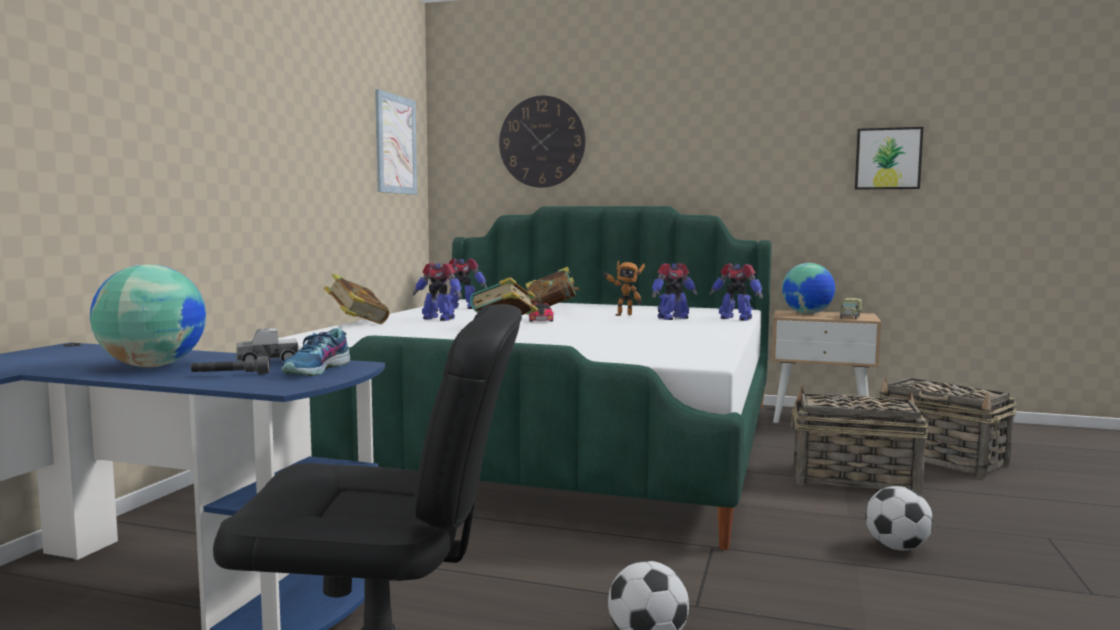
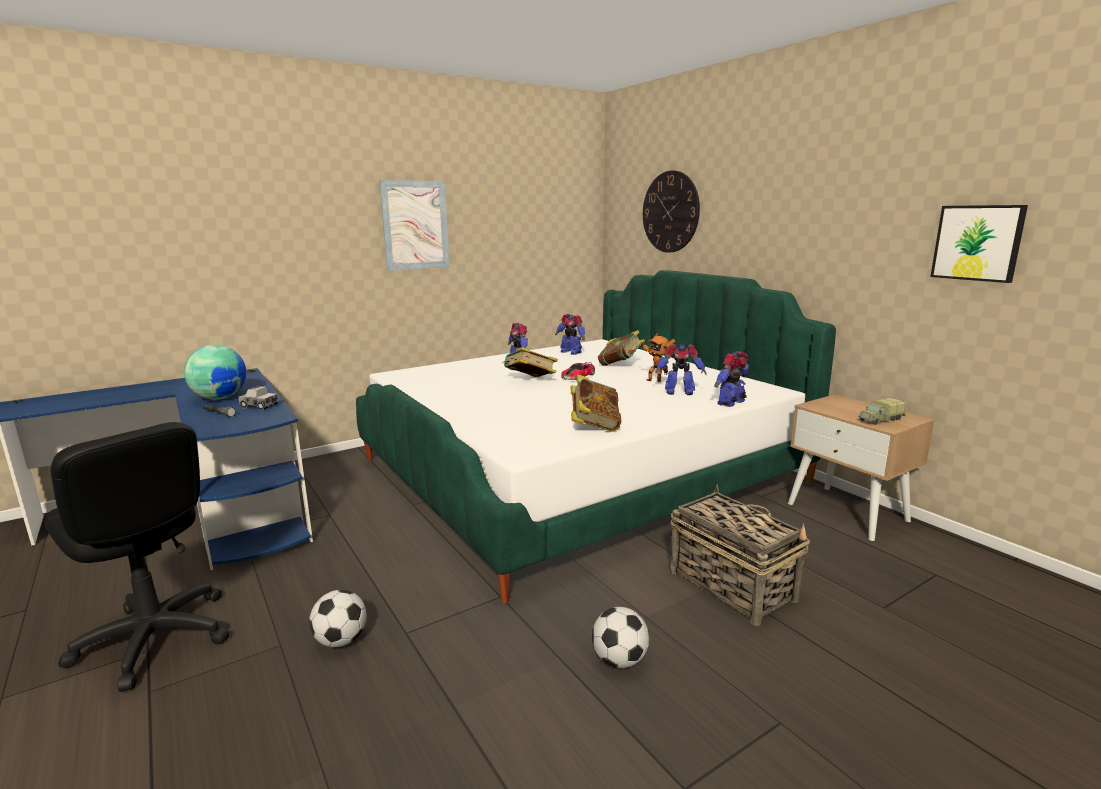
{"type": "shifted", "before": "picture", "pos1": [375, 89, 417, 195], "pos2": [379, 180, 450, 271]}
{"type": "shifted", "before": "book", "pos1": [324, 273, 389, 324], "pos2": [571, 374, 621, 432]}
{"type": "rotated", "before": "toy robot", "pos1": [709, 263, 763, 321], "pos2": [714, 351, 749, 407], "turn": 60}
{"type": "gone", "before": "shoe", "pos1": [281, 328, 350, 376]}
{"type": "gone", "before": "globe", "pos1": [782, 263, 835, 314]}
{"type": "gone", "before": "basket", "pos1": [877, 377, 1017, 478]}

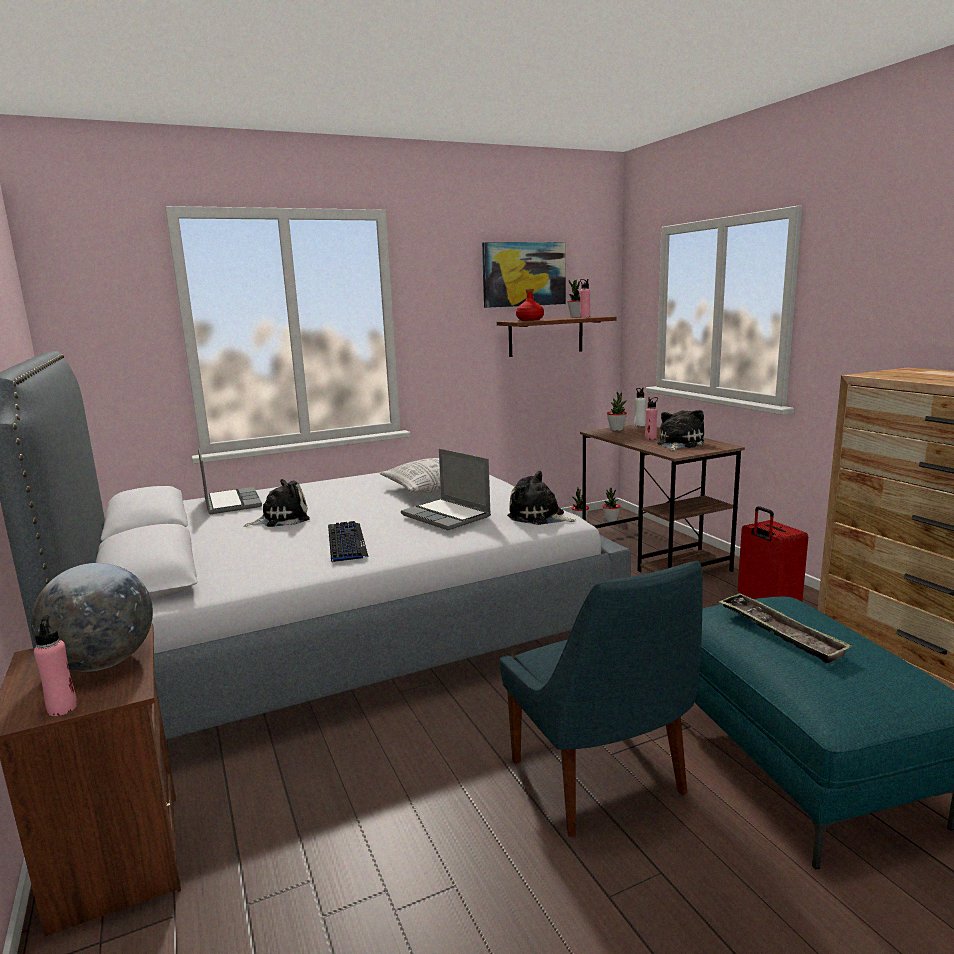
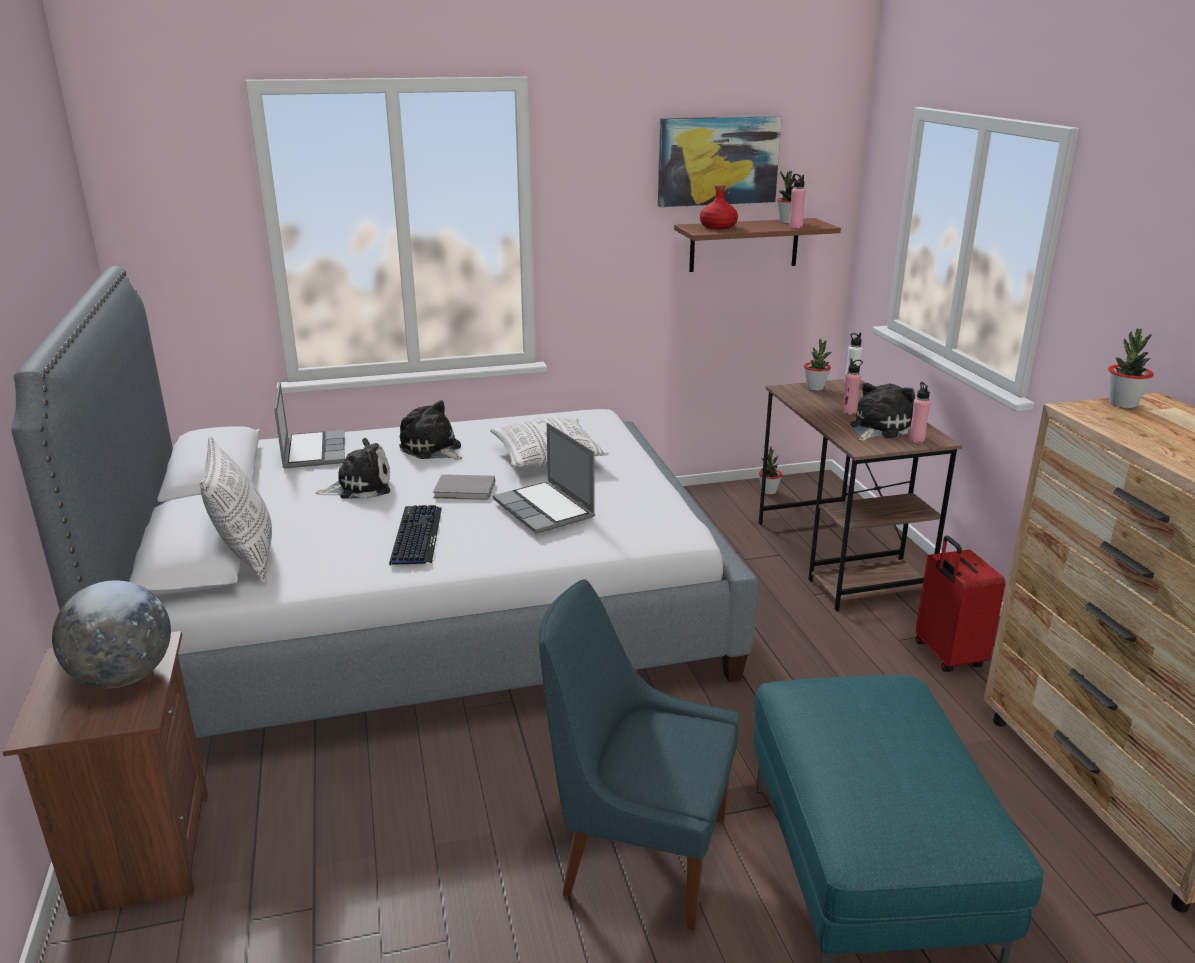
{"type": "new", "after": "pillow", "pos2": [200, 436, 272, 585]}
{"type": "shifted", "before": "plush toy", "pos1": [507, 470, 576, 525], "pos2": [399, 400, 462, 459]}
{"type": "new", "after": "book in grey", "pos2": [433, 474, 495, 500]}
{"type": "rotated", "before": "chair in blue", "pos1": [500, 561, 703, 837], "pos2": [539, 579, 739, 931], "turn": 120}
{"type": "shifted", "before": "bottle in pink", "pos1": [34, 615, 77, 716], "pos2": [909, 382, 931, 443]}
{"type": "shifted", "before": "potted plant", "pos1": [602, 488, 620, 522], "pos2": [1108, 329, 1154, 408]}
{"type": "gone", "before": "tray", "pos1": [718, 593, 852, 664]}

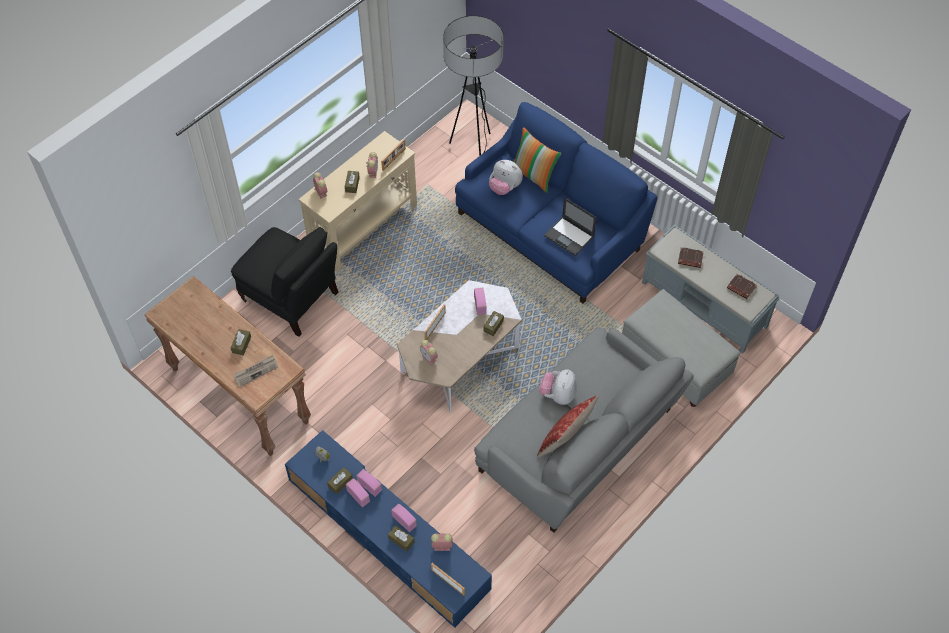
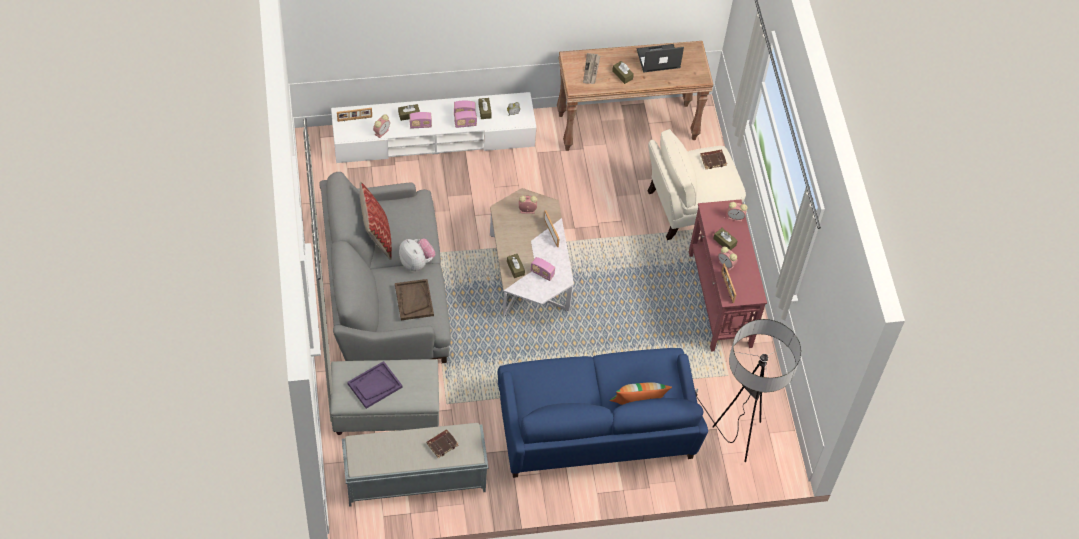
{"type": "repainted", "before": "tv stand in blue", "after": "tv stand in white", "pos1": [285, 430, 492, 628], "pos2": [331, 92, 536, 163]}
{"type": "new", "after": "tray in purple", "pos2": [347, 361, 402, 409]}
{"type": "new", "after": "tray in brown", "pos2": [395, 279, 434, 320]}
{"type": "shifted", "before": "laptop", "pos1": [544, 197, 597, 256], "pos2": [636, 44, 684, 73]}
{"type": "repainted", "before": "armchair in black", "after": "armchair in beige", "pos1": [231, 227, 338, 337], "pos2": [648, 129, 746, 240]}
{"type": "repainted", "before": "console table in beige", "after": "console table in red", "pos1": [299, 131, 417, 272], "pos2": [689, 200, 767, 352]}
{"type": "shifted", "before": "book in brown", "pos1": [727, 274, 757, 299], "pos2": [700, 150, 727, 169]}
{"type": "gone", "before": "plush toy", "pos1": [489, 160, 523, 195]}

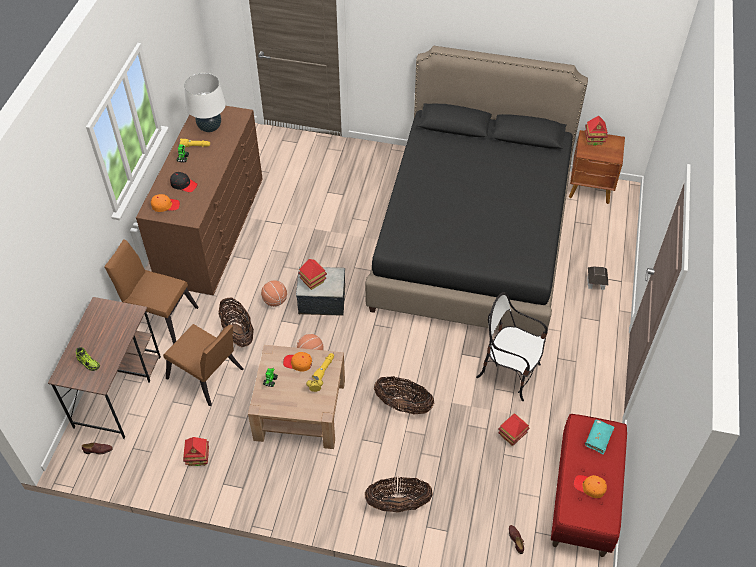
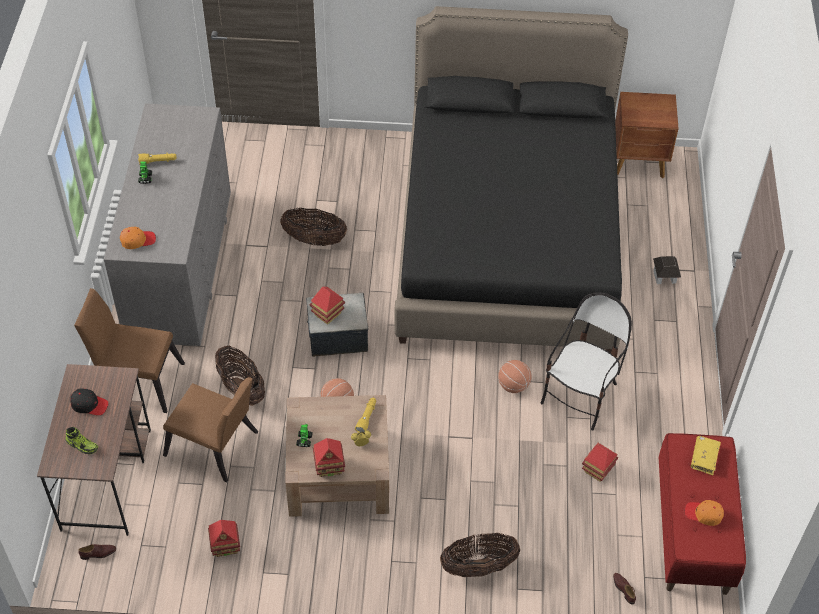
{"type": "shifted", "before": "cap in black", "pos1": [170, 172, 198, 192], "pos2": [70, 388, 108, 415]}
{"type": "repainted", "before": "dresser in brown", "after": "dresser in grey", "pos1": [136, 106, 263, 295], "pos2": [104, 103, 231, 346]}
{"type": "shifted", "before": "basket", "pos1": [374, 376, 434, 415], "pos2": [280, 208, 347, 246]}
{"type": "shifted", "before": "toy house", "pos1": [585, 116, 608, 145], "pos2": [313, 438, 345, 477]}
{"type": "shifted", "before": "basketball", "pos1": [261, 280, 287, 307], "pos2": [498, 360, 532, 393]}
{"type": "rotated", "before": "chair", "pos1": [476, 292, 548, 401], "pos2": [541, 292, 632, 431], "turn": 105}
{"type": "repainted", "before": "book in turquoise", "after": "book in yellow", "pos1": [585, 419, 614, 455], "pos2": [691, 436, 721, 475]}
{"type": "gone", "before": "table lamp in white", "pos1": [184, 73, 226, 132]}
{"type": "gone", "before": "cap in orange", "pos1": [283, 352, 312, 372]}

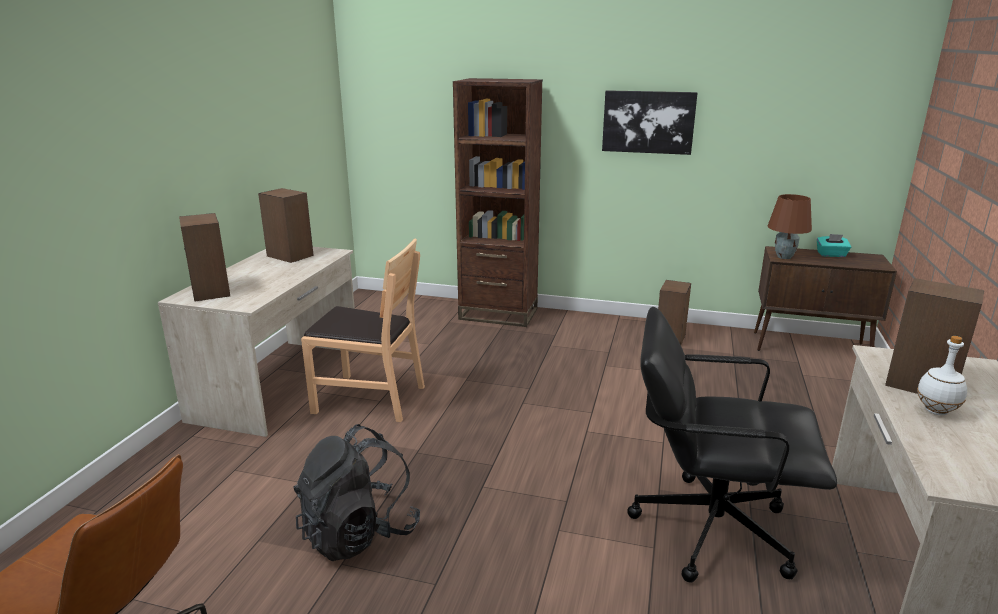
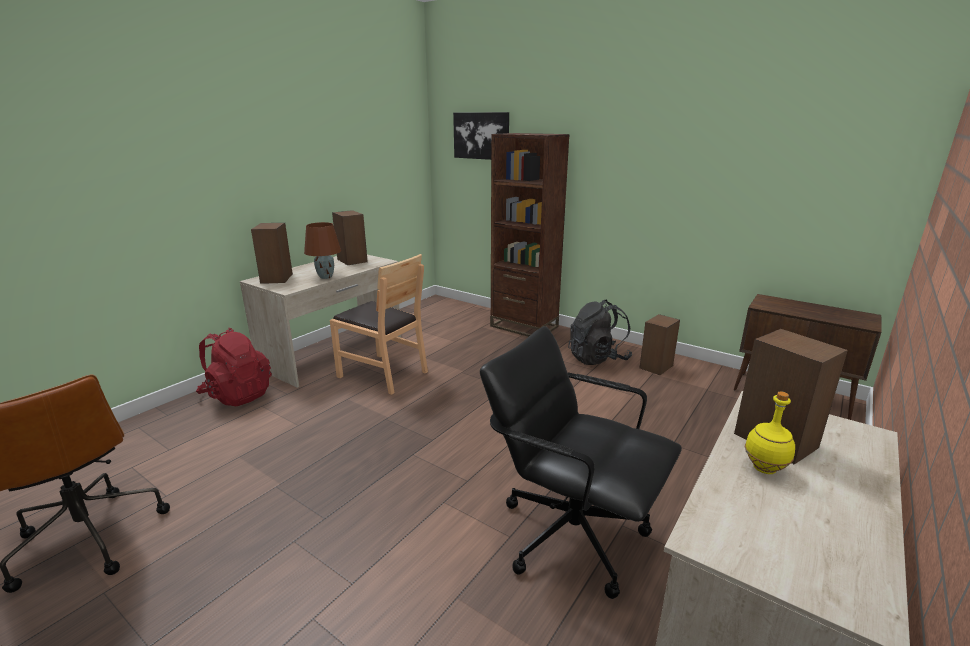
{"type": "new", "after": "backpack in red", "pos2": [196, 328, 272, 406]}
{"type": "shifted", "before": "table lamp in brown", "pos1": [768, 194, 812, 259], "pos2": [304, 222, 341, 279]}
{"type": "shifted", "before": "picture", "pos1": [602, 90, 698, 155], "pos2": [453, 112, 509, 160]}
{"type": "shifted", "before": "backpack in black", "pos1": [293, 424, 420, 561], "pos2": [568, 300, 632, 365]}
{"type": "repainted", "before": "bottle in white", "after": "bottle in yellow", "pos1": [917, 336, 967, 415], "pos2": [745, 392, 795, 474]}
{"type": "gone", "before": "tissue box in turquoise", "pos1": [817, 234, 851, 257]}

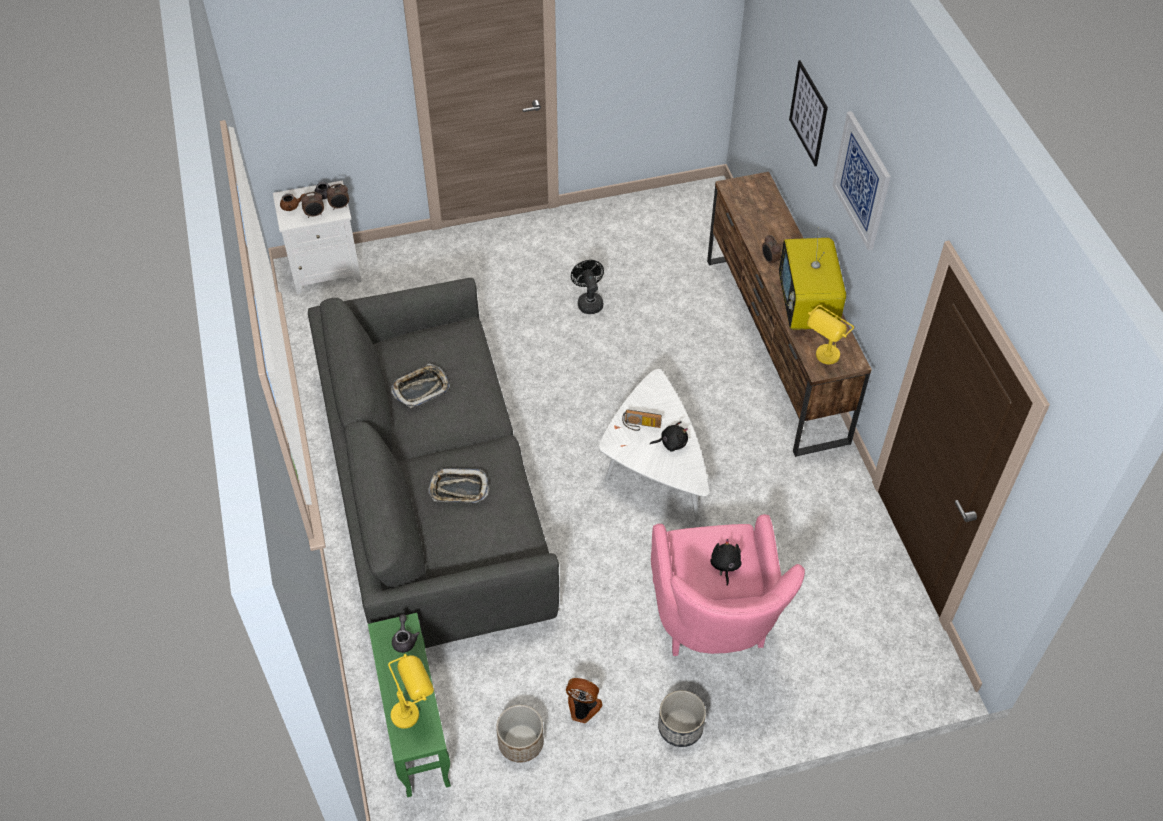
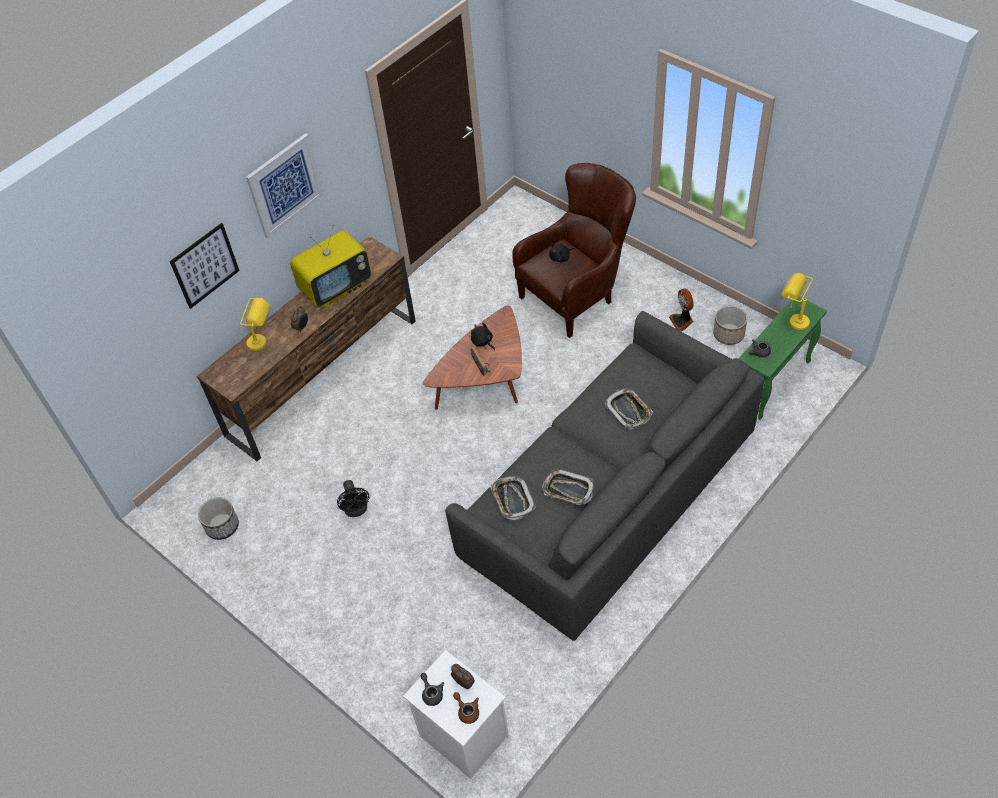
{"type": "shifted", "before": "planter", "pos1": [658, 690, 706, 747], "pos2": [198, 497, 239, 540]}
{"type": "shifted", "before": "table lamp in yellow", "pos1": [807, 305, 854, 364], "pos2": [240, 298, 270, 351]}
{"type": "rotated", "before": "fan in black", "pos1": [571, 260, 604, 314], "pos2": [337, 480, 369, 517], "turn": -60}
{"type": "repainted", "before": "coffee table in white", "after": "coffee table in brown", "pos1": [599, 369, 710, 521], "pos2": [423, 305, 522, 410]}
{"type": "new", "after": "tray", "pos2": [490, 476, 536, 520]}
{"type": "repainted", "before": "armchair in pink", "after": "armchair in brown", "pos1": [651, 514, 805, 656], "pos2": [512, 163, 636, 338]}
{"type": "gone", "before": "alarm clock", "pos1": [327, 184, 349, 210]}

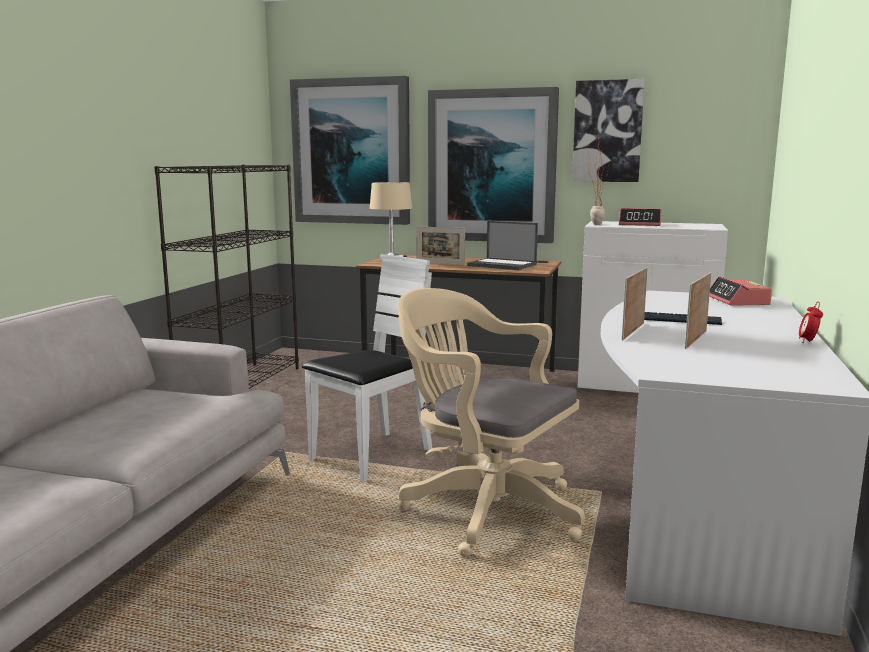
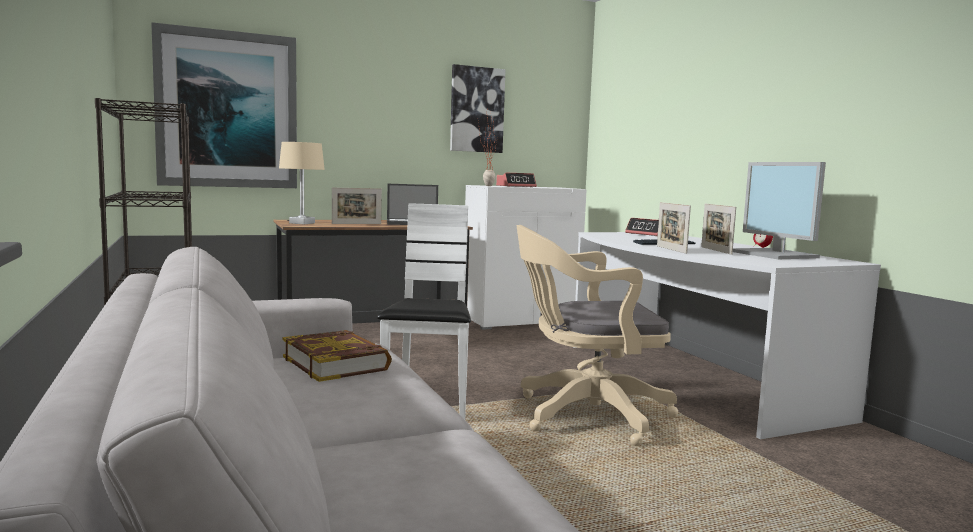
{"type": "new", "after": "book", "pos2": [283, 330, 392, 382]}
{"type": "new", "after": "monitor", "pos2": [733, 162, 826, 259]}
{"type": "gone", "before": "picture", "pos1": [428, 87, 559, 243]}

